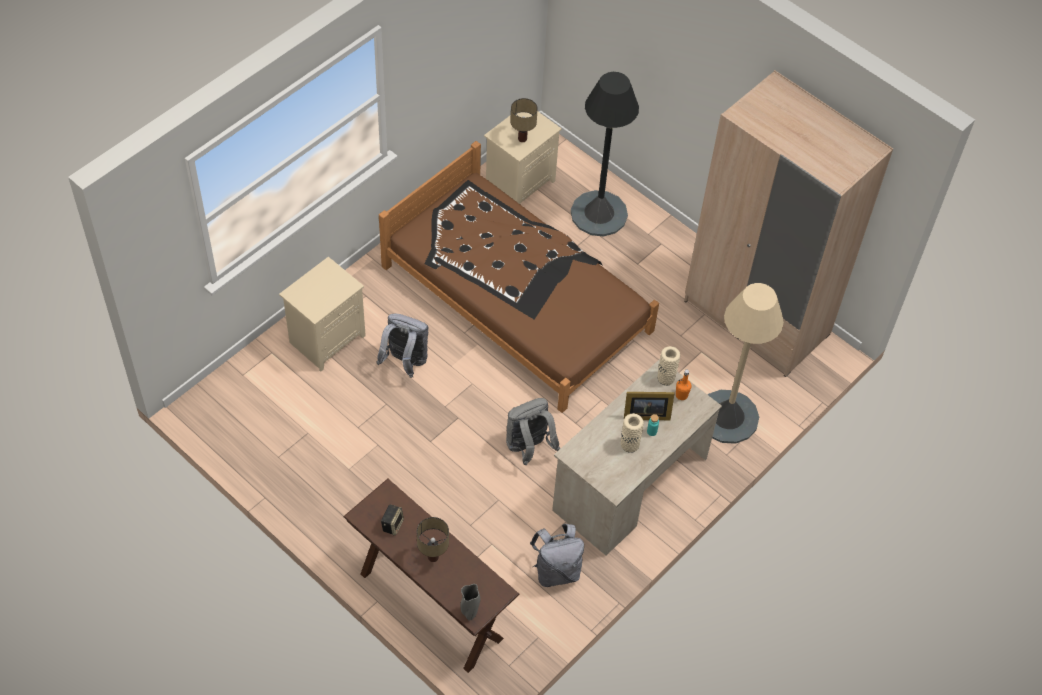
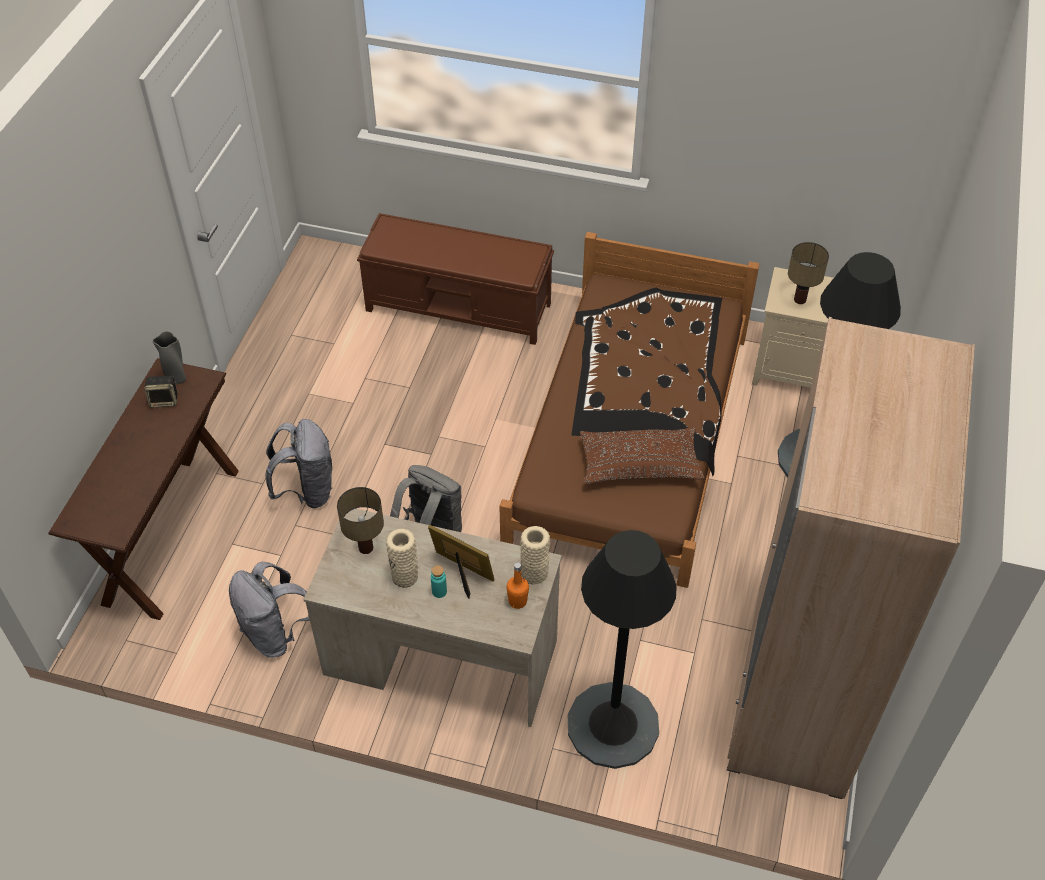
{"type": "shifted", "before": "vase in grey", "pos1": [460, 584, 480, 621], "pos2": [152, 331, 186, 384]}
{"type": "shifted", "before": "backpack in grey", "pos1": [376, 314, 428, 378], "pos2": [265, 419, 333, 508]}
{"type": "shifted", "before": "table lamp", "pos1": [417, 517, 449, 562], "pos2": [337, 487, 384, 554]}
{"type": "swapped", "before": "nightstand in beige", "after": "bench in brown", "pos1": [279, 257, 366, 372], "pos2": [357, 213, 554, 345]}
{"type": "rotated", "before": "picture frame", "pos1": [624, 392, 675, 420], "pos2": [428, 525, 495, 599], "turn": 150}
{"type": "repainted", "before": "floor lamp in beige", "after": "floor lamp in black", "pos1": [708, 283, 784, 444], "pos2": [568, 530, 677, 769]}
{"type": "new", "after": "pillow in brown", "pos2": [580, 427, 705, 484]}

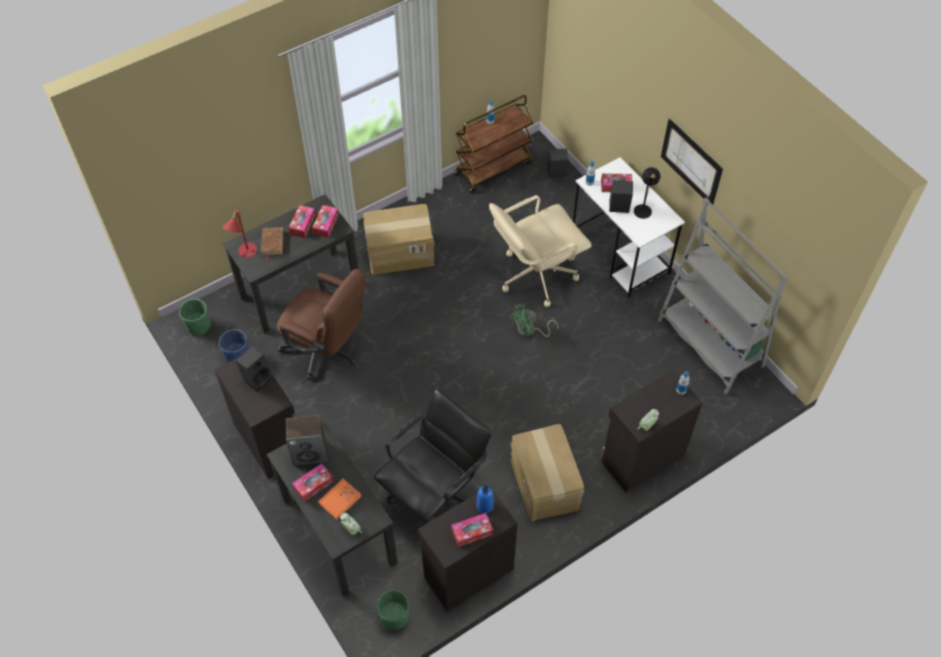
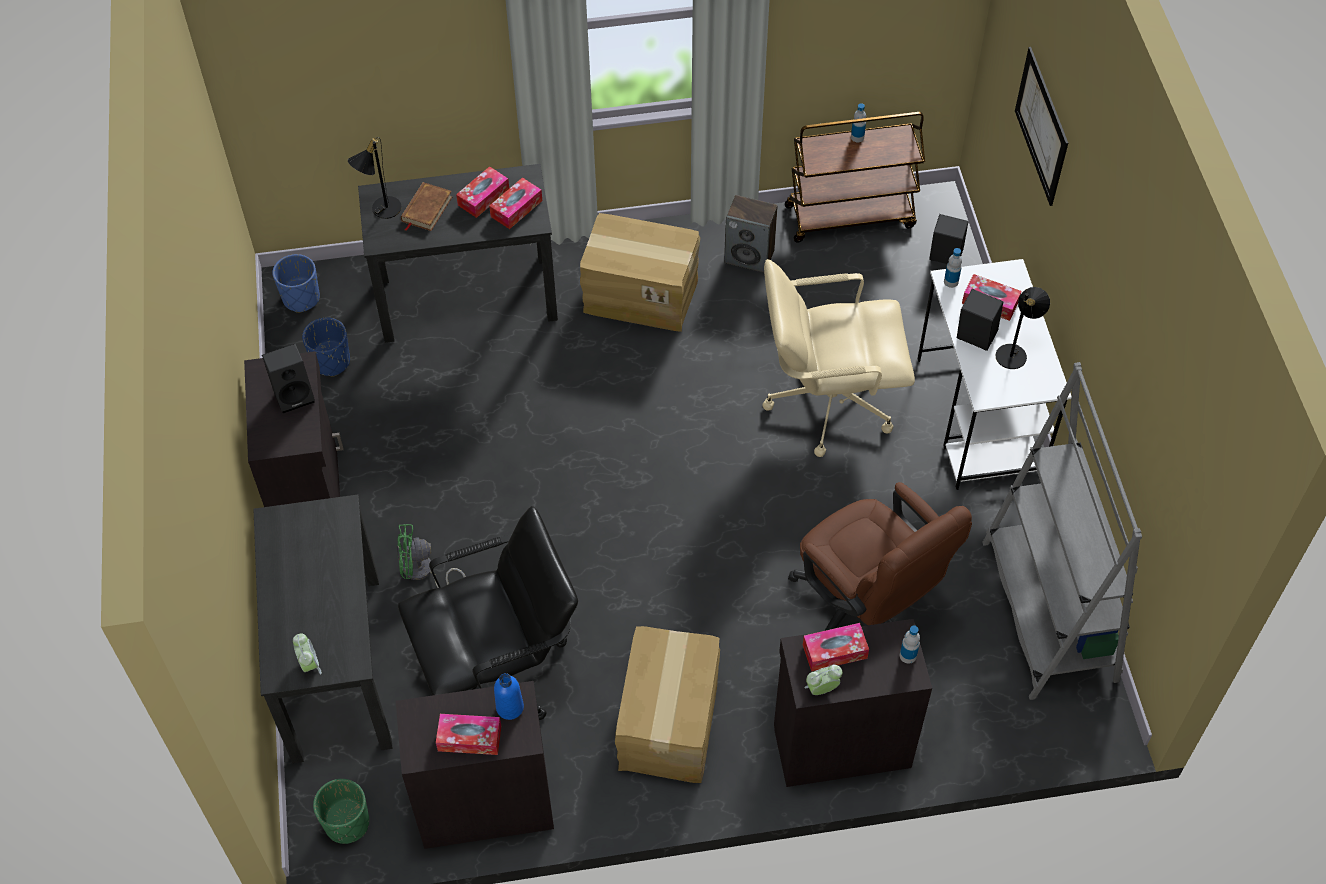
{"type": "repainted", "before": "planter in green", "after": "planter in blue", "pos1": [179, 299, 210, 335], "pos2": [272, 254, 320, 313]}
{"type": "repainted", "before": "table lamp in red", "after": "table lamp in black", "pos1": [222, 208, 257, 258], "pos2": [348, 137, 402, 219]}
{"type": "shifted", "before": "fan in green", "pos1": [511, 304, 558, 337], "pos2": [397, 524, 466, 588]}
{"type": "shifted", "before": "speaker", "pos1": [286, 415, 328, 466], "pos2": [724, 195, 778, 273]}
{"type": "shifted", "before": "office chair in brown", "pos1": [277, 269, 365, 380], "pos2": [788, 482, 972, 631]}
{"type": "shifted", "before": "tissue box", "pos1": [292, 463, 334, 502], "pos2": [803, 623, 869, 672]}
{"type": "shifted", "before": "picture", "pos1": [661, 119, 723, 204], "pos2": [1015, 47, 1068, 206]}
{"type": "gone", "before": "book in orange", "pos1": [318, 479, 362, 520]}

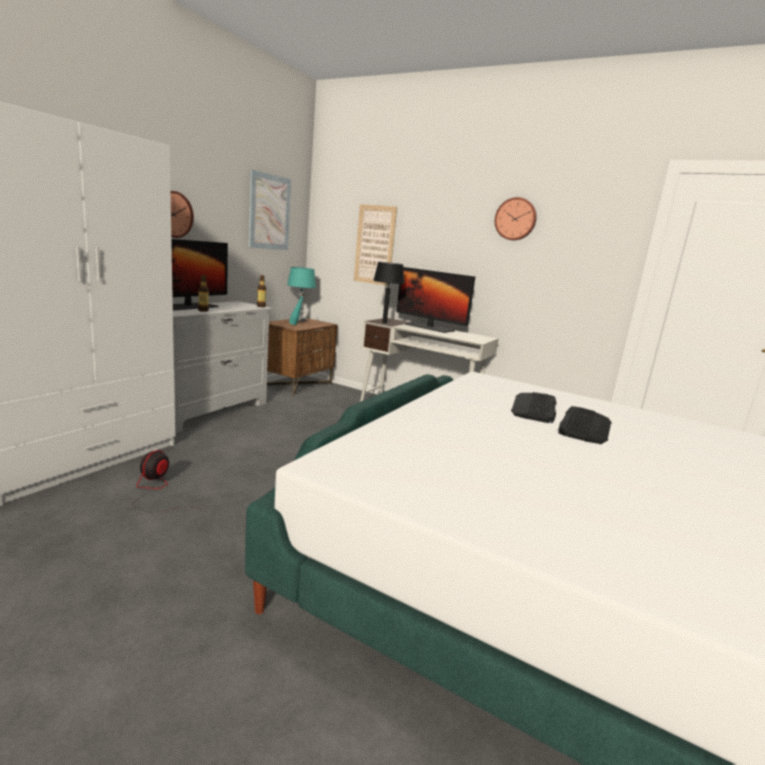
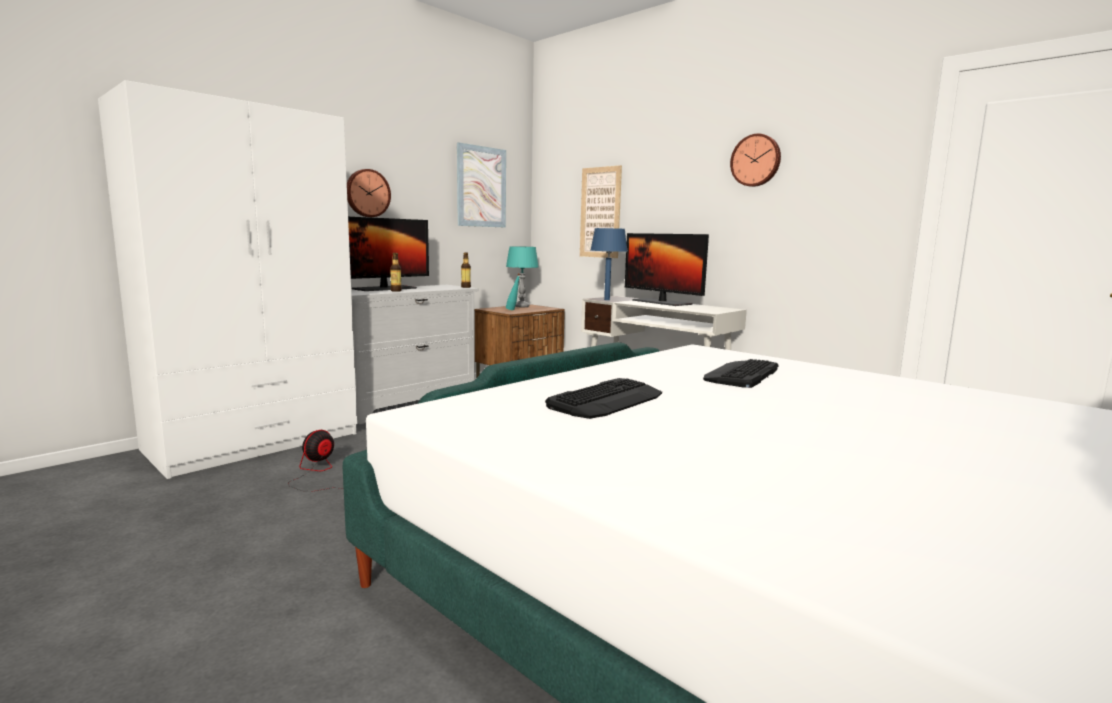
{"type": "shifted", "before": "keyboard", "pos1": [558, 406, 612, 444], "pos2": [545, 378, 662, 419]}
{"type": "repainted", "before": "table lamp in black", "after": "table lamp in blue", "pos1": [373, 262, 404, 324], "pos2": [590, 228, 627, 300]}

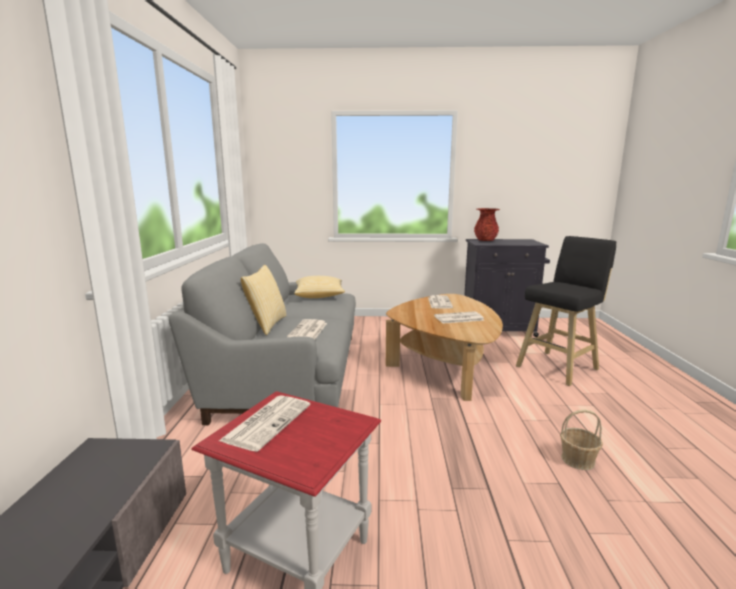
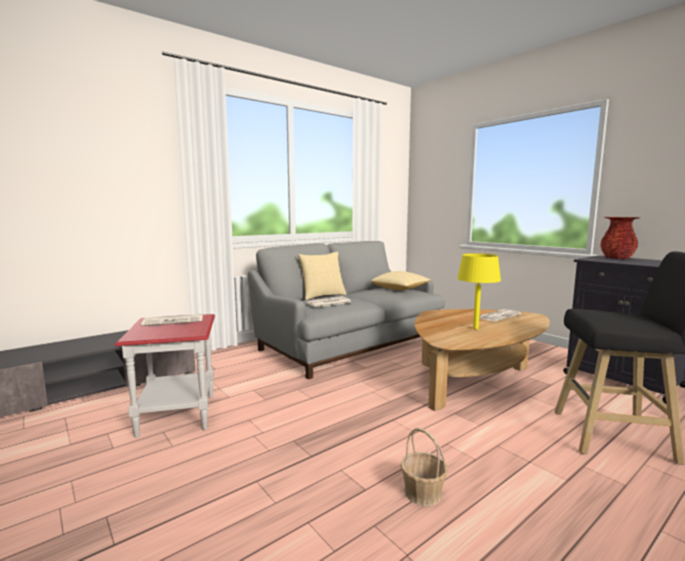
{"type": "swapped", "before": "newspaper", "after": "table lamp in yellow", "pos1": [434, 311, 485, 324], "pos2": [457, 253, 501, 330]}

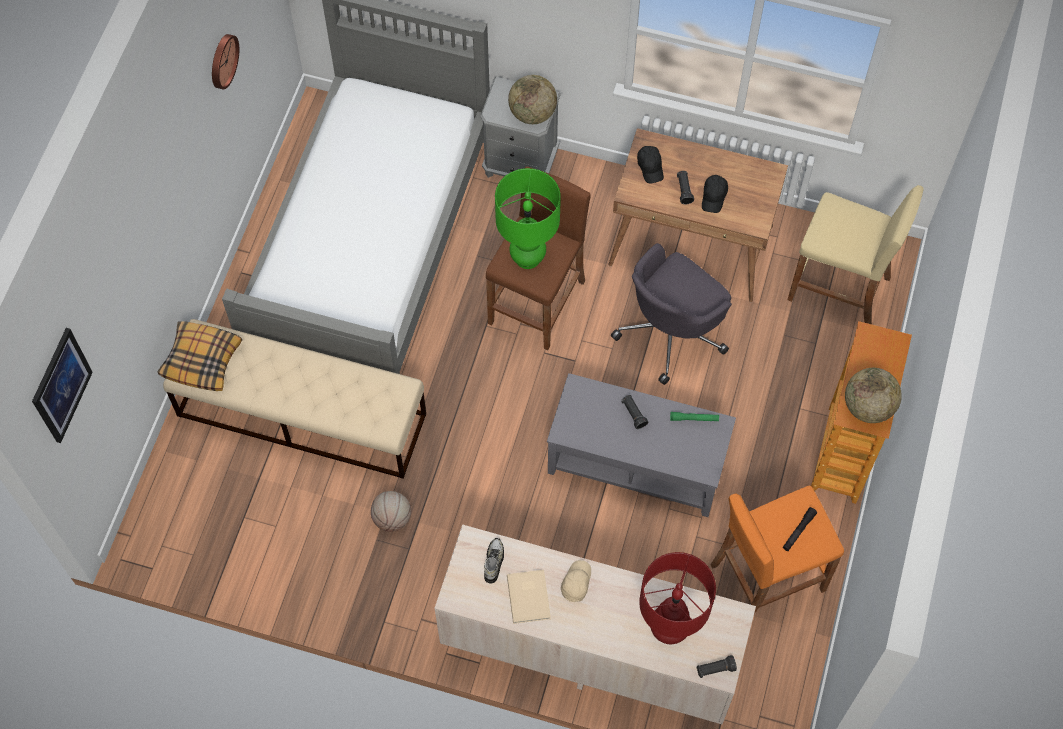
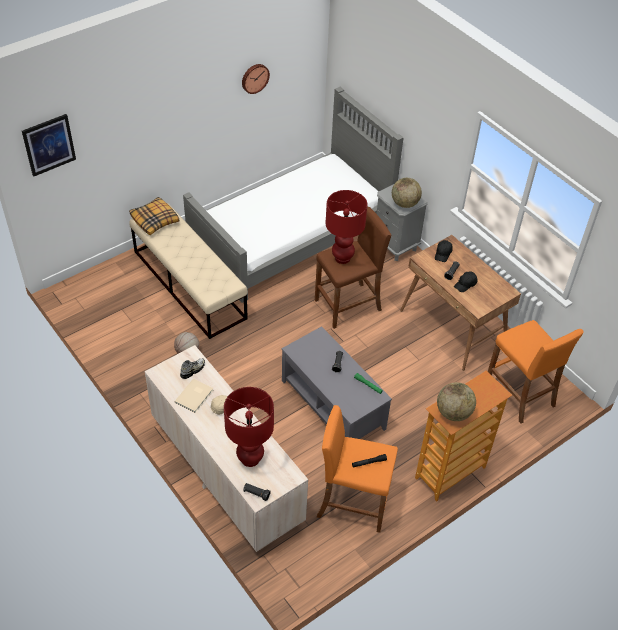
{"type": "repainted", "before": "table lamp in green", "after": "table lamp in red", "pos1": [495, 168, 561, 269], "pos2": [326, 190, 367, 264]}
{"type": "repainted", "before": "stool in beige", "after": "stool in orange", "pos1": [788, 185, 924, 324], "pos2": [488, 320, 584, 423]}
{"type": "gone", "before": "office chair in grey", "pos1": [611, 243, 732, 385]}

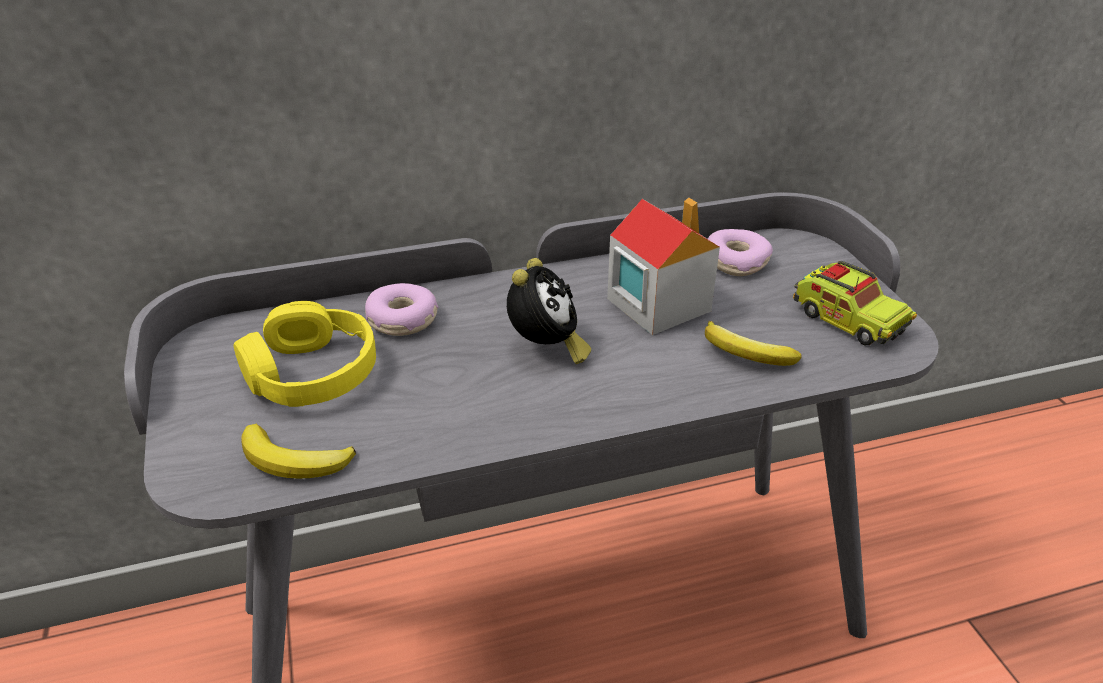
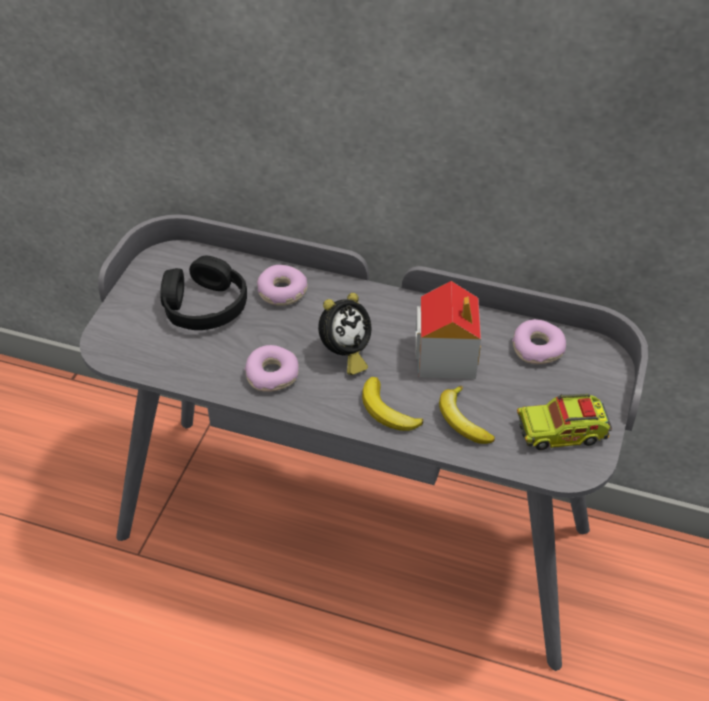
{"type": "repainted", "before": "headphones in yellow", "after": "headphones in black", "pos1": [233, 301, 376, 407], "pos2": [160, 256, 247, 330]}
{"type": "new", "after": "donut", "pos2": [244, 345, 299, 392]}
{"type": "shifted", "before": "banana", "pos1": [241, 424, 356, 479], "pos2": [362, 377, 423, 431]}
{"type": "rotated", "before": "toy truck", "pos1": [793, 261, 917, 345], "pos2": [517, 393, 612, 450], "turn": 90}

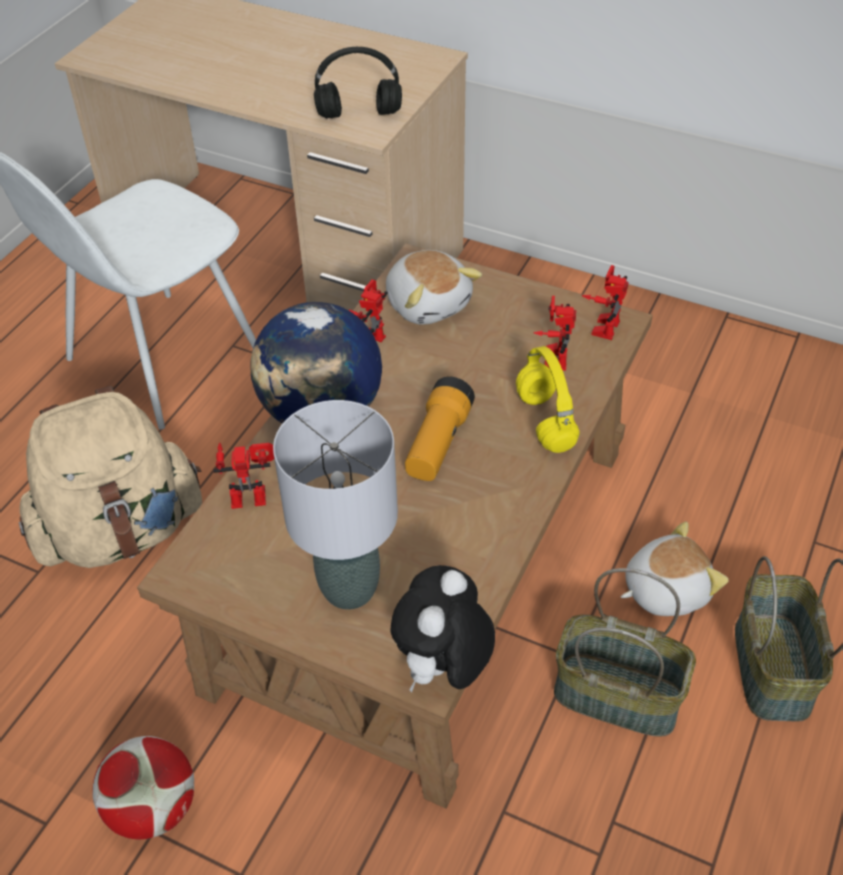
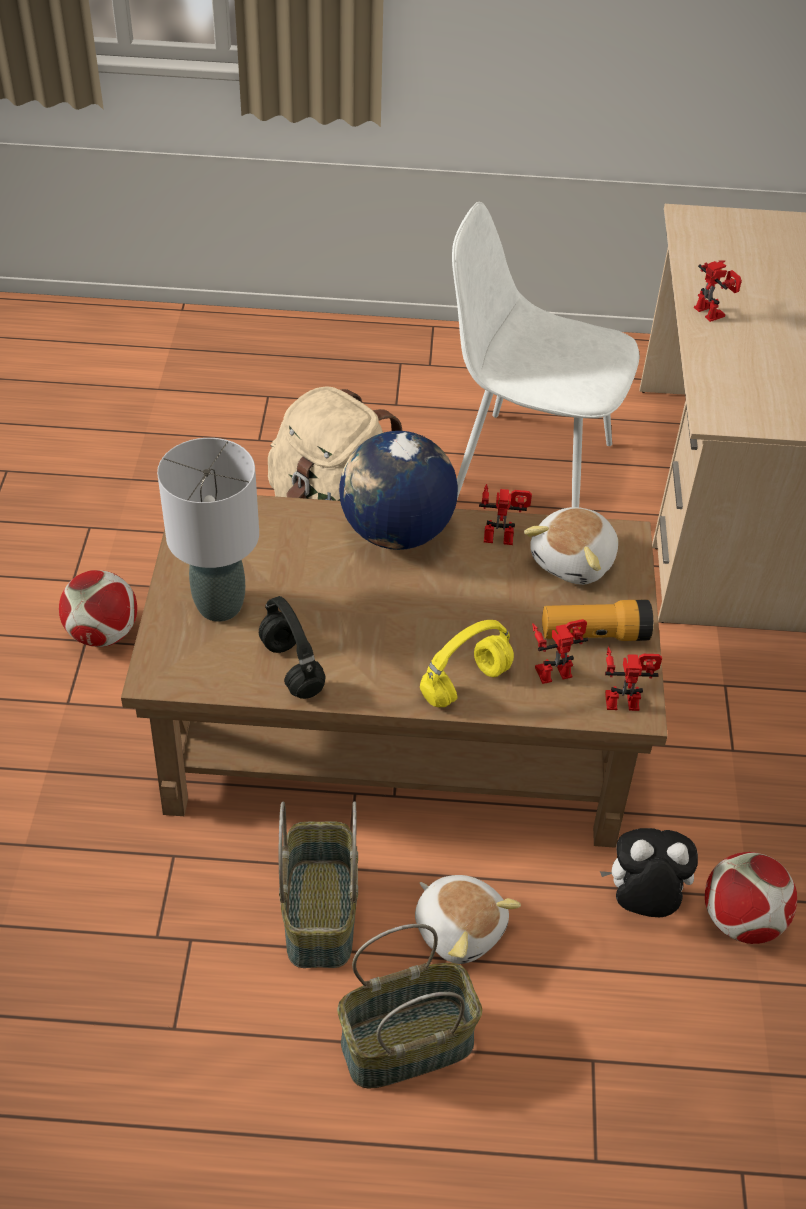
{"type": "shifted", "before": "headphones in black", "pos1": [314, 47, 402, 118], "pos2": [259, 596, 325, 699]}
{"type": "shifted", "before": "flashlight", "pos1": [405, 377, 475, 481], "pos2": [542, 600, 653, 641]}
{"type": "shifted", "before": "plush toy", "pos1": [391, 565, 495, 692], "pos2": [600, 828, 698, 917]}
{"type": "shifted", "before": "toy robot", "pos1": [213, 443, 274, 509], "pos2": [694, 260, 742, 322]}
{"type": "new", "after": "football", "pos2": [705, 852, 797, 944]}

